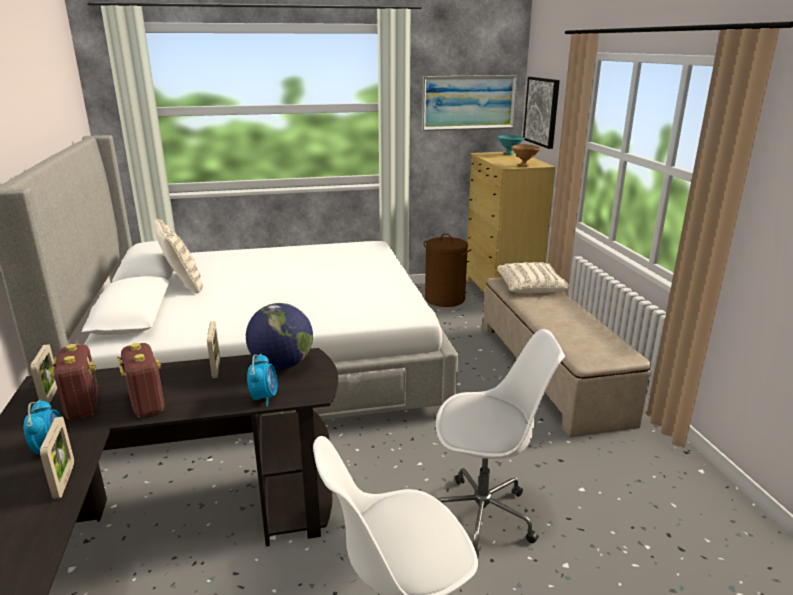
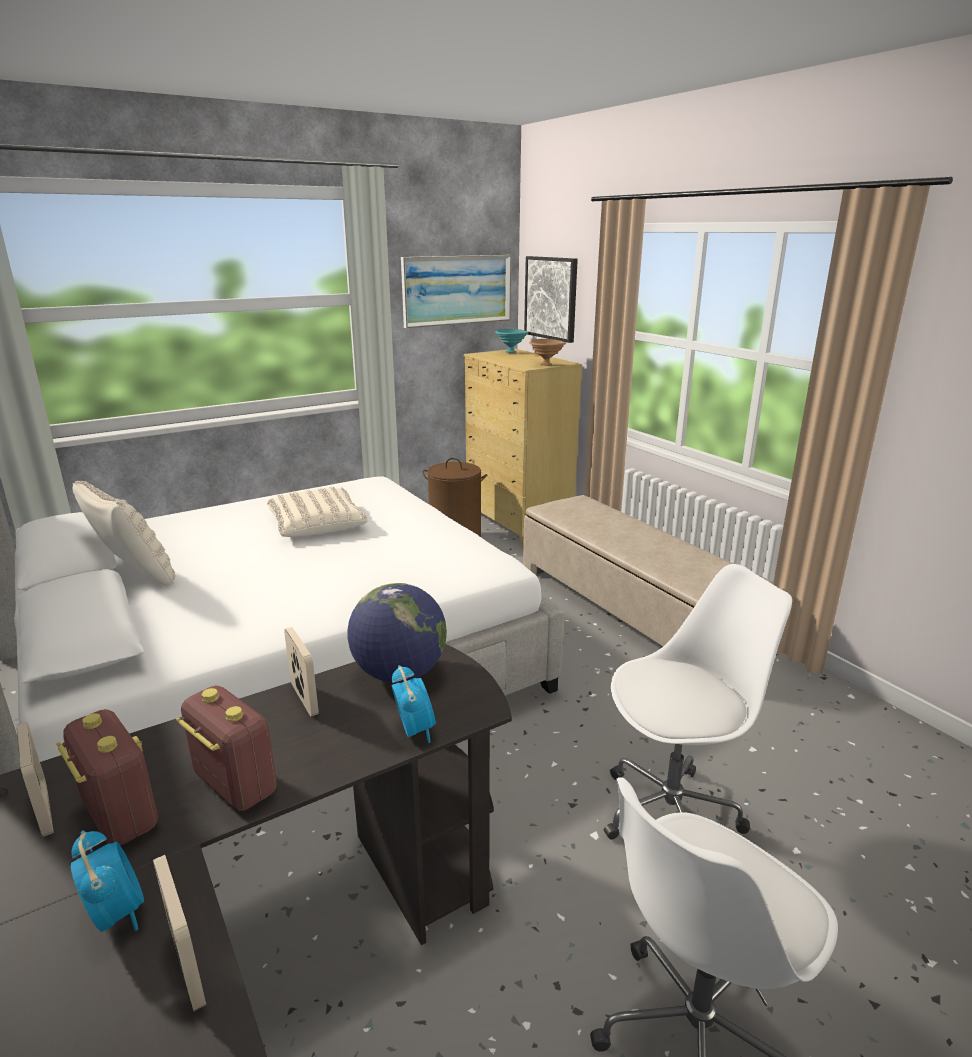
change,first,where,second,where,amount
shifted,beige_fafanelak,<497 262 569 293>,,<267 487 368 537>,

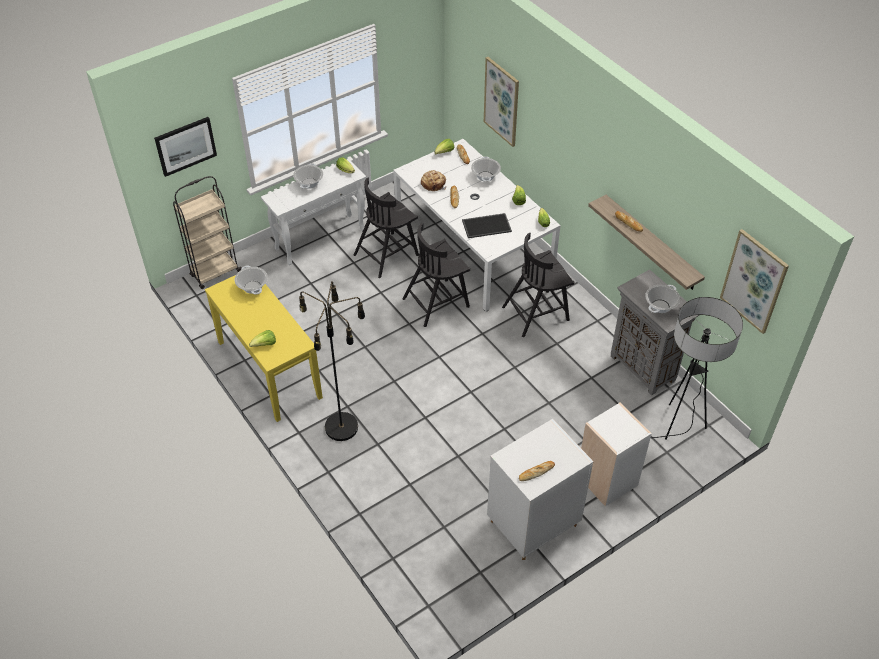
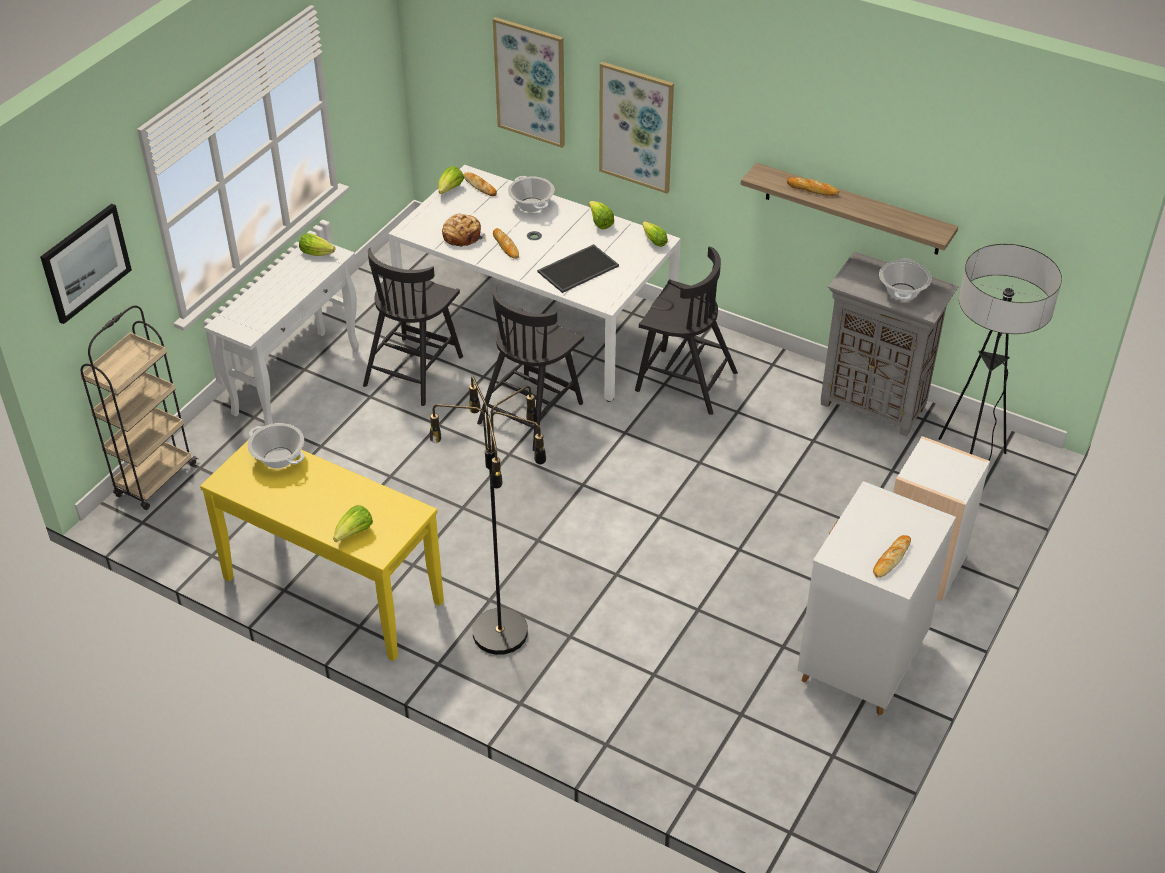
change,first,where,second,where,amount
gone,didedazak,<293 163 323 189>,,,
rotated,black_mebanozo,<502 233 574 337>,,<635 246 738 415>,105 degrees counterclockwise
shifted,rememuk,<720 229 789 334>,,<599 62 674 194>,

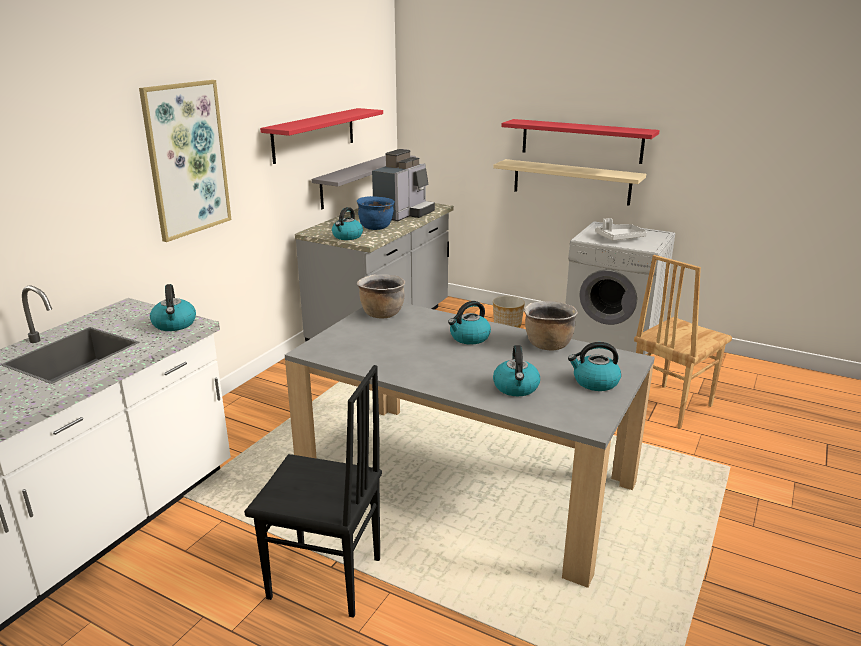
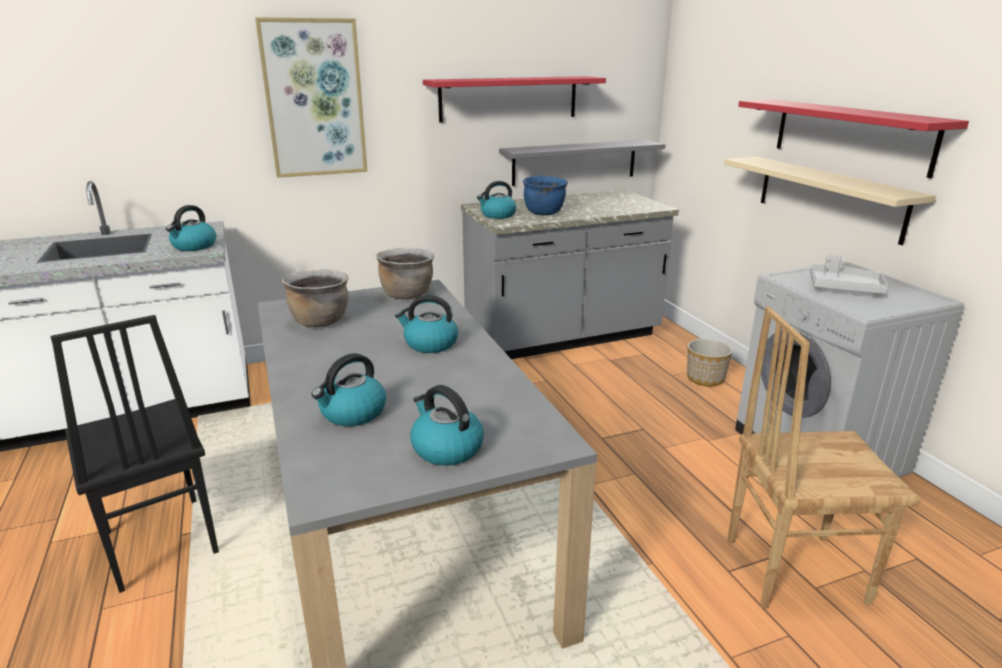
change,first,where,second,where,amount
gone,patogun,<372 149 435 221>,,,
shifted,brown_didedazak,<524 301 578 351>,,<282 269 348 327>,

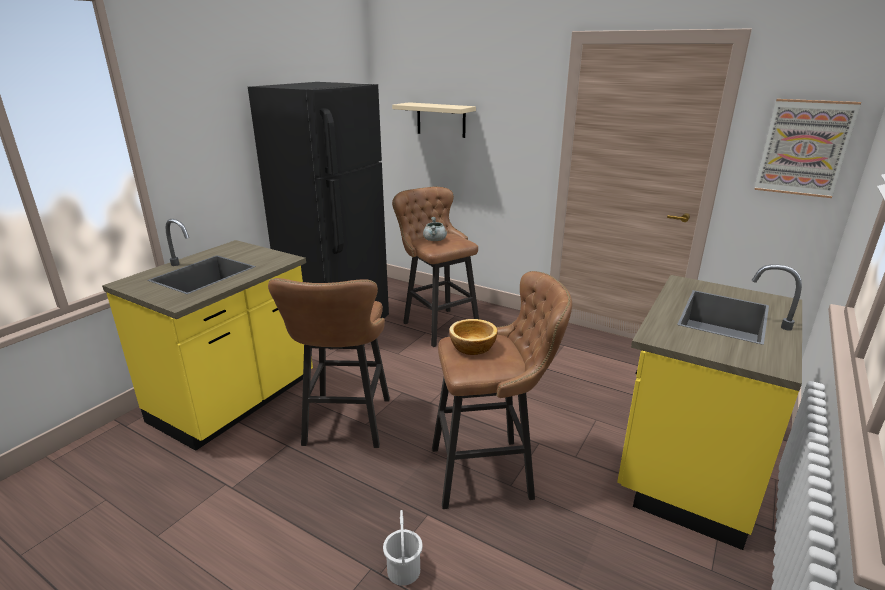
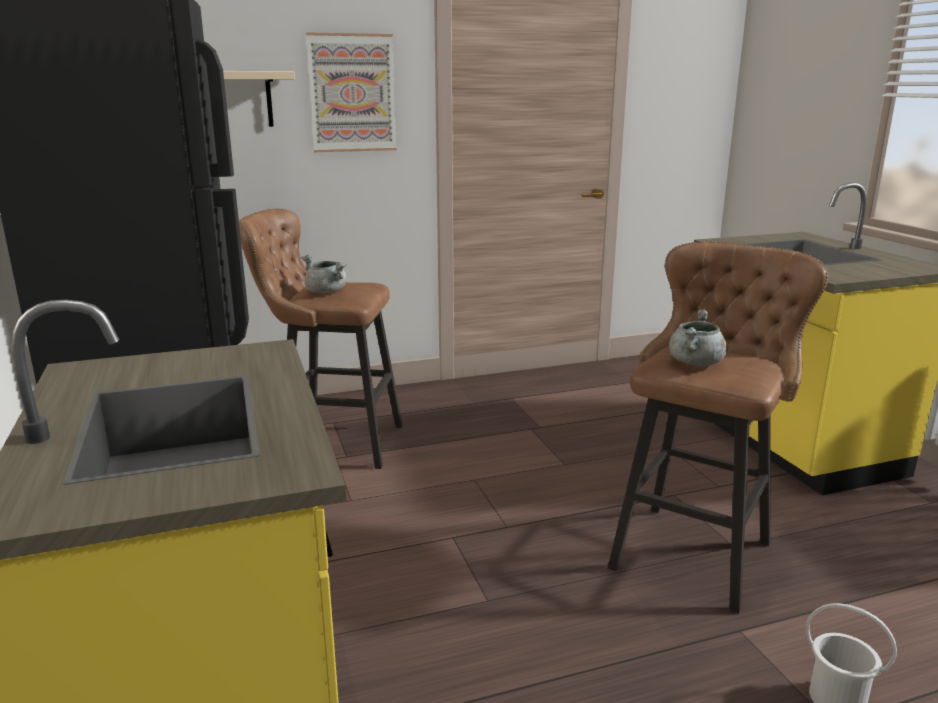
change,first,where,second,where,amount
gone,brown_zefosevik,<268 278 390 448>,,,
swapped,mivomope,<449 319 498 355>,grey_didedazak,<669 310 727 366>,
shifted,rememuk,<754 99 861 198>,,<306 32 397 152>,

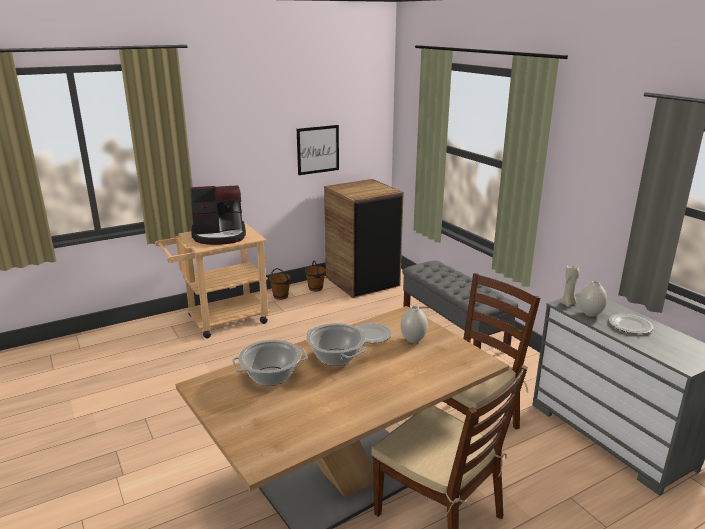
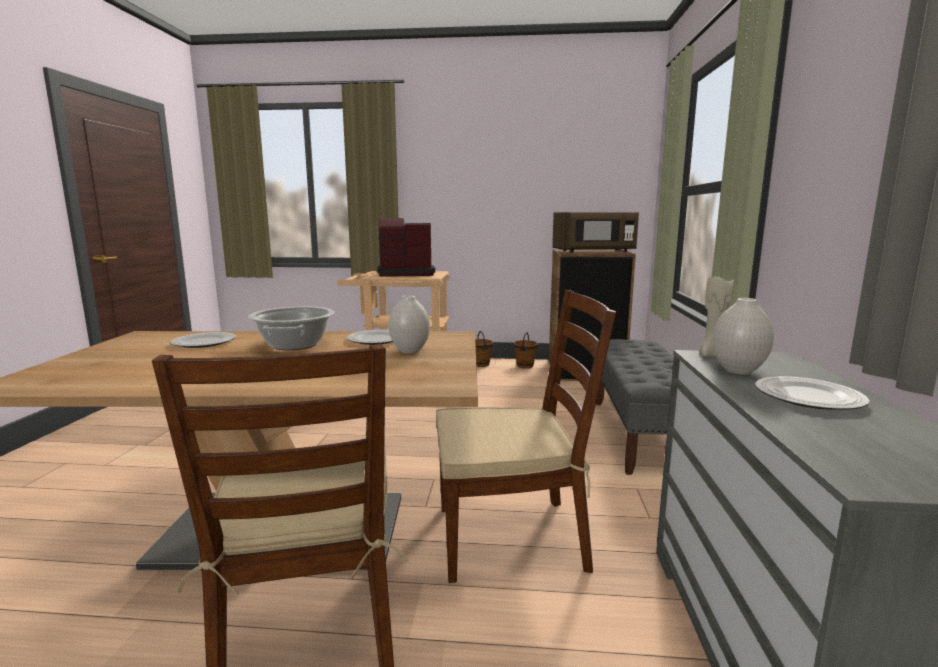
change,first,where,second,where,amount
rotated,patogun,<190 185 246 245>,,<377 218 435 277>,150 degrees clockwise
swapped,didedazak,<232 340 308 386>,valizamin,<170 332 236 348>,
gone,rememuk,<297 125 339 175>,,,
new,,,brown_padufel,<552 212 639 253>,

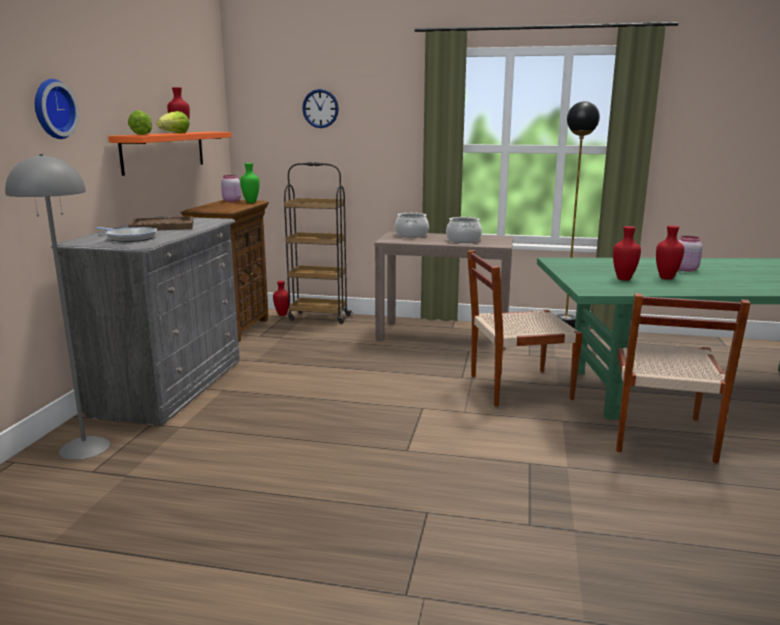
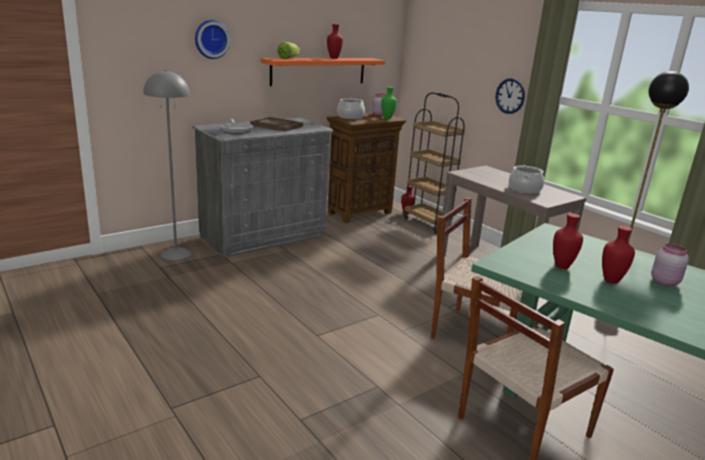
change,first,where,second,where,amount
gone,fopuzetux,<157 111 190 133>,,,
shifted,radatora,<302 89 339 128>,,<496 78 525 114>,
shifted,didedazak,<395 213 429 238>,,<337 98 365 119>,

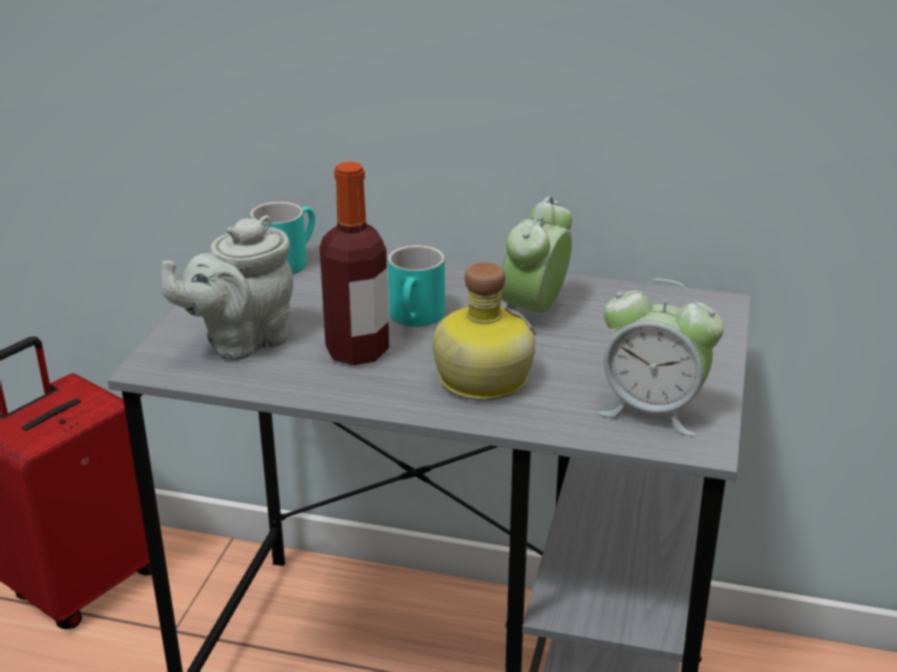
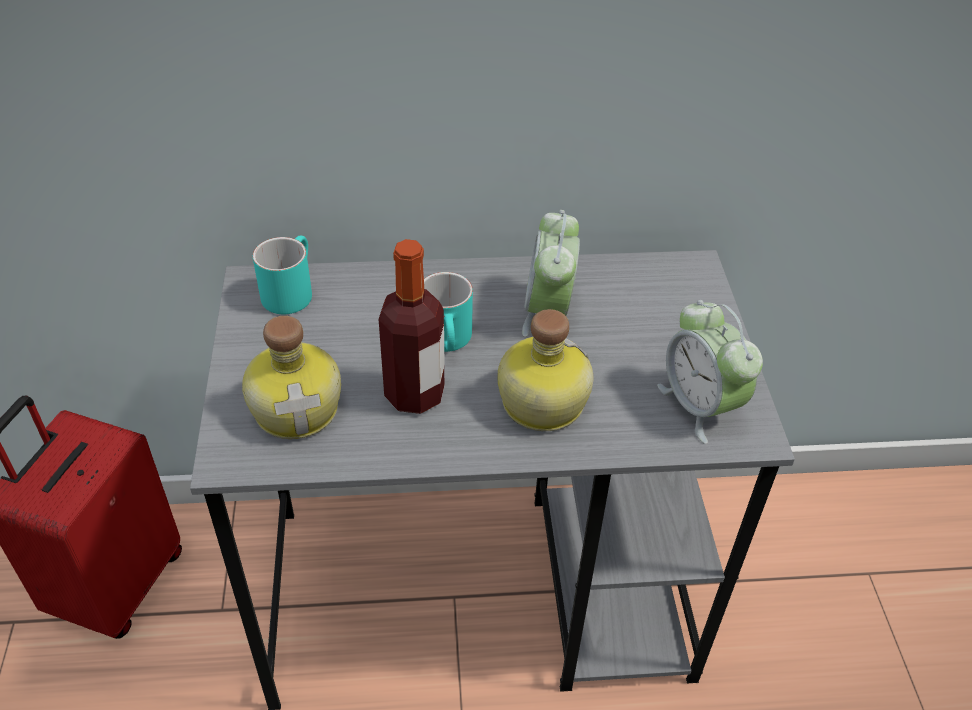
change,first,where,second,where,amount
swapped,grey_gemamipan,<160 215 293 360>,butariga,<242 316 341 439>,
rotated,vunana,<598 279 724 436>,,<657 300 763 444>,60 degrees clockwise

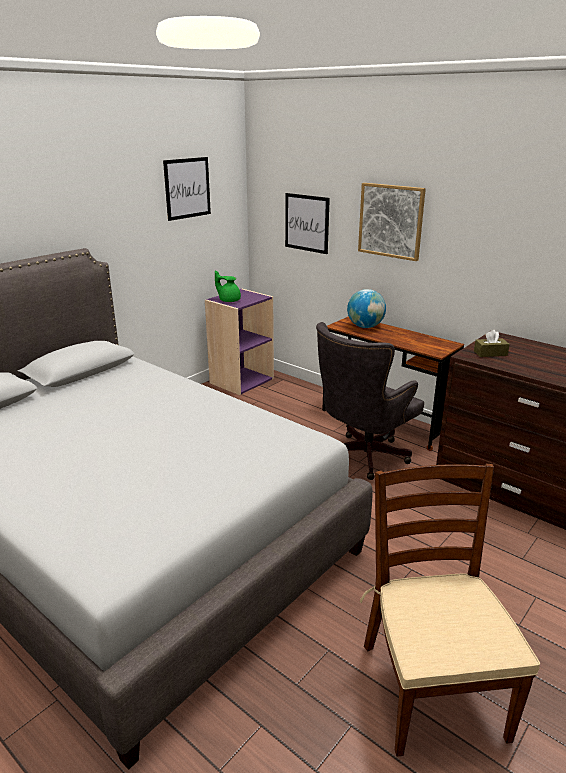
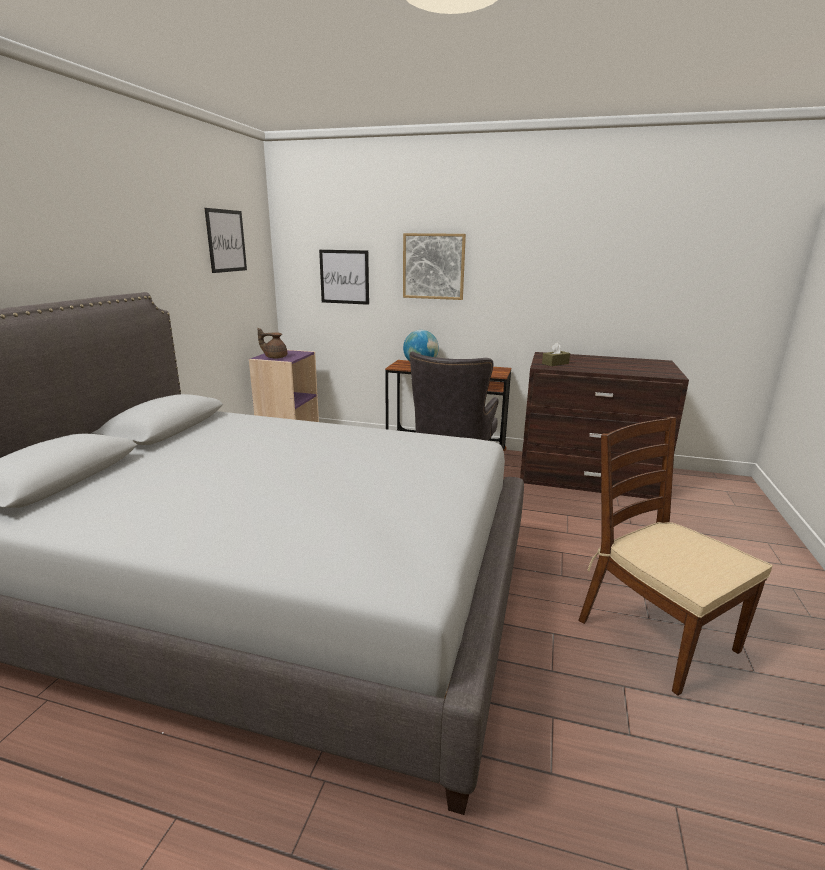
change,first,where,second,where,amount
repainted,green_gemamipan,<215 271 241 302>,brown_gemamipan,<257 328 287 358>,

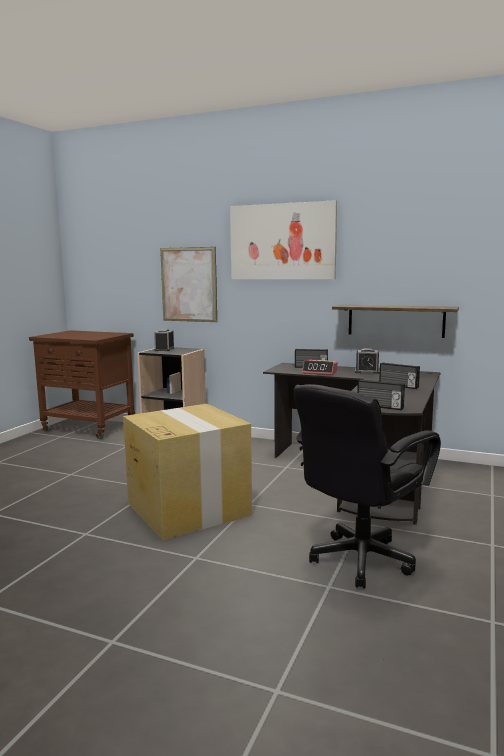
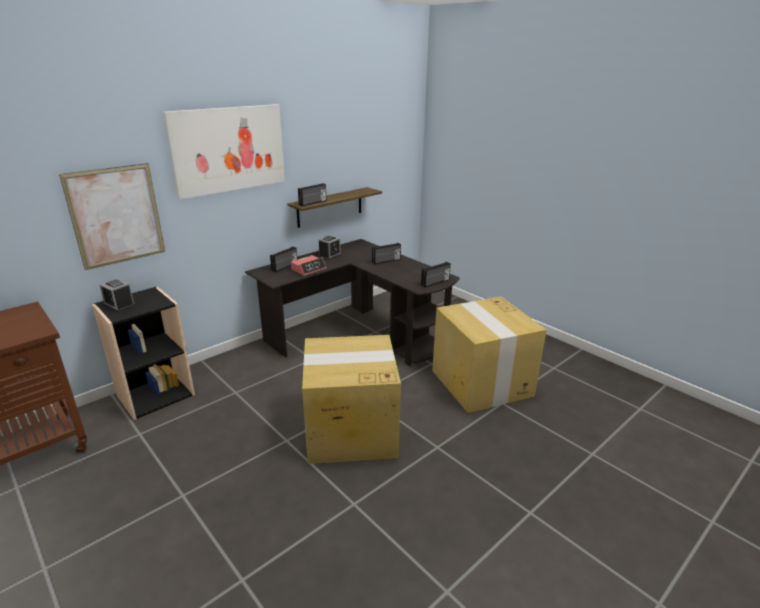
change,first,where,second,where,amount
swapped,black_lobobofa,<293 384 441 589>,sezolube,<432 297 546 413>,
new,,,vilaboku,<298 183 327 207>,

